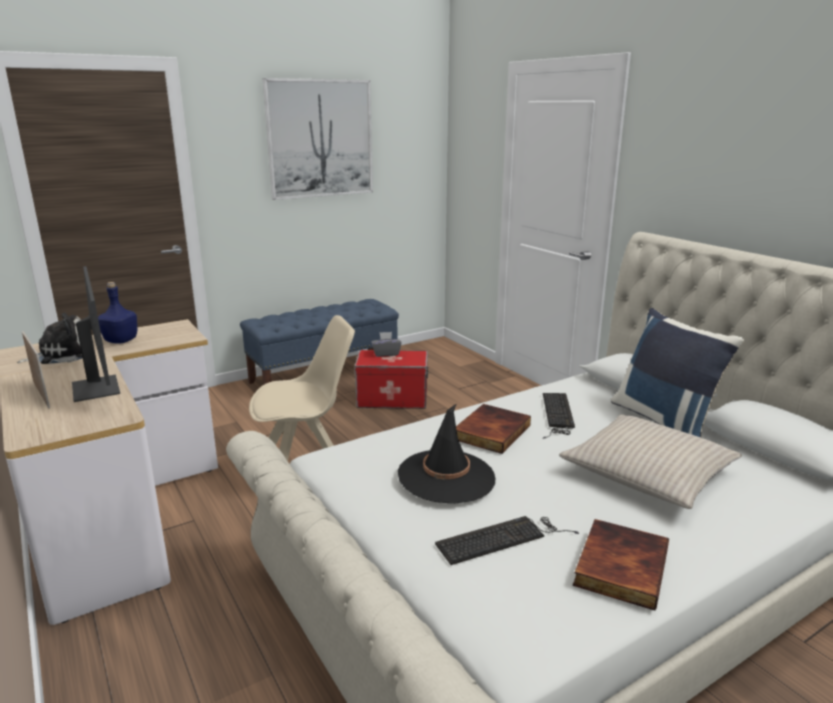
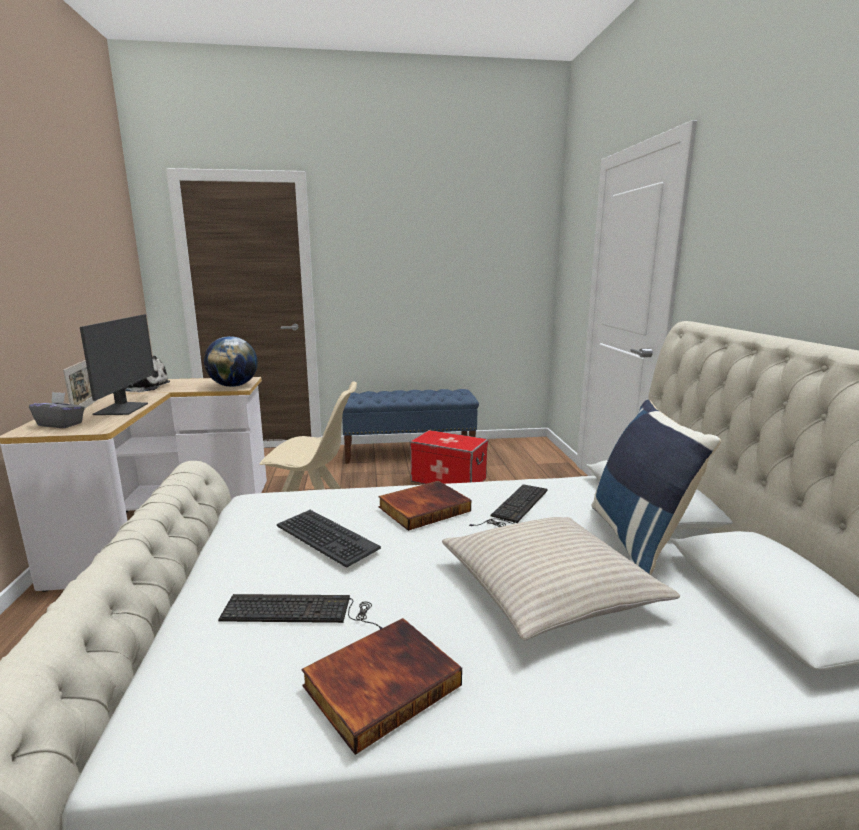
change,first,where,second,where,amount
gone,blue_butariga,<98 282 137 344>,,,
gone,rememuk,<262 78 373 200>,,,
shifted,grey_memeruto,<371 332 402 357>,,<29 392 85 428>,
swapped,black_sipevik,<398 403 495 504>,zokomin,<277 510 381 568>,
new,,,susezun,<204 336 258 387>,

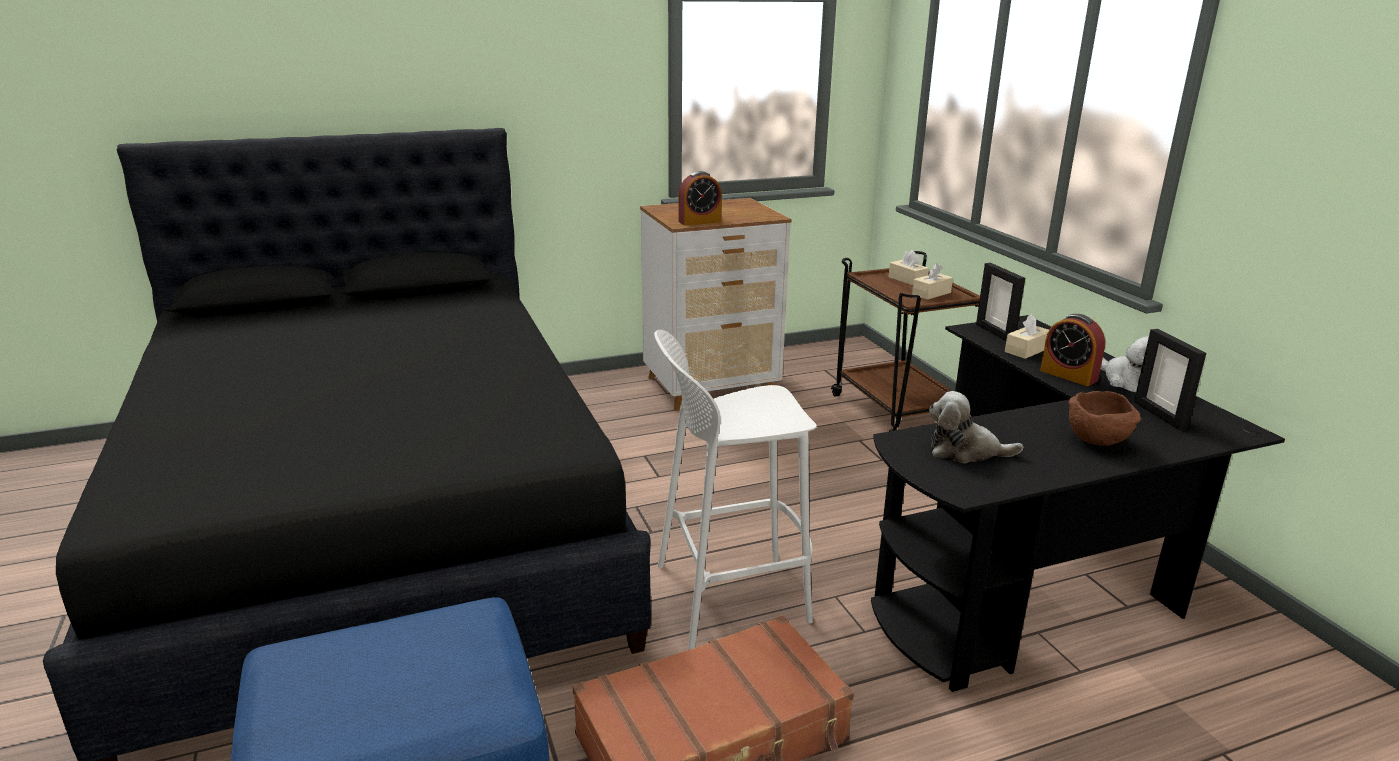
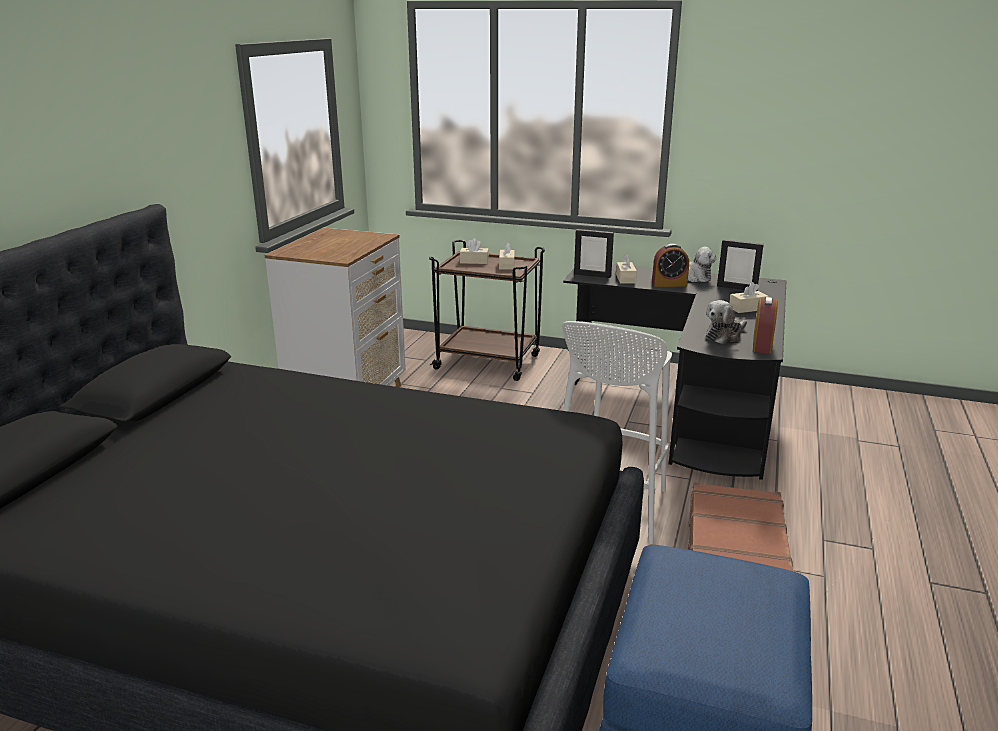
change,first,where,second,where,amount
shifted,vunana,<679 171 722 226>,,<753 297 778 354>,
swapped,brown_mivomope,<1069 391 1141 446>,beige_memeruto,<730 282 769 313>,

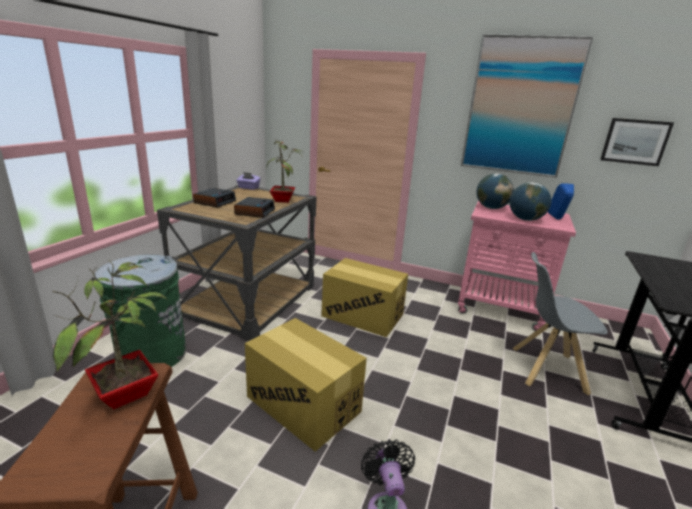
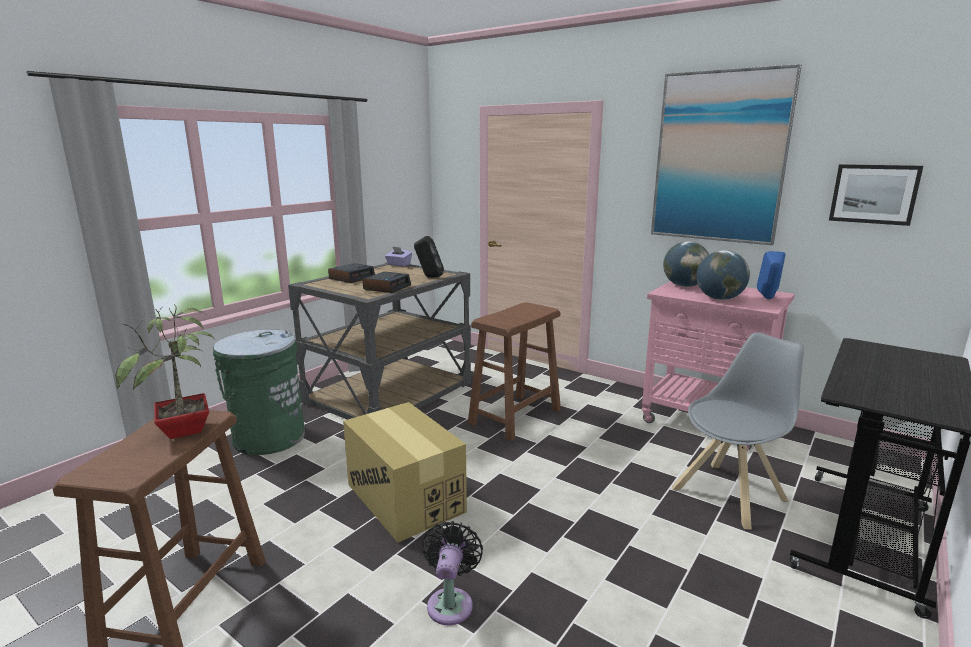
change,first,where,second,where,amount
swapped,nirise,<266 140 303 203>,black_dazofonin,<414 236 444 278>,
swapped,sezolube,<321 258 408 337>,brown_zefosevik,<468 302 561 441>,
rotated,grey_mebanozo,<512 252 608 396>,,<672 332 804 530>,120 degrees clockwise

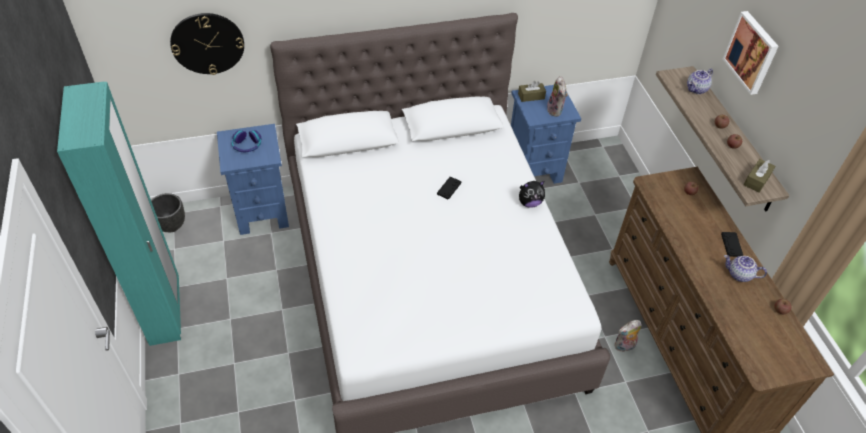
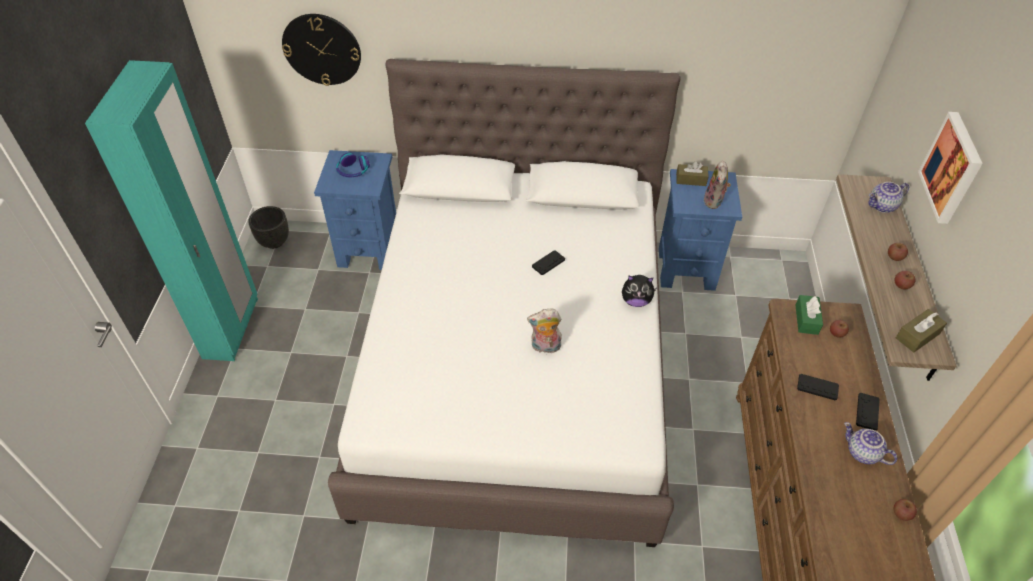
change,first,where,second,where,amount
shifted,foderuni,<614 320 641 352>,,<527 309 562 353>,
new,,,green_memeruto,<796 295 823 335>,
new,,,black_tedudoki,<797 374 839 401>,

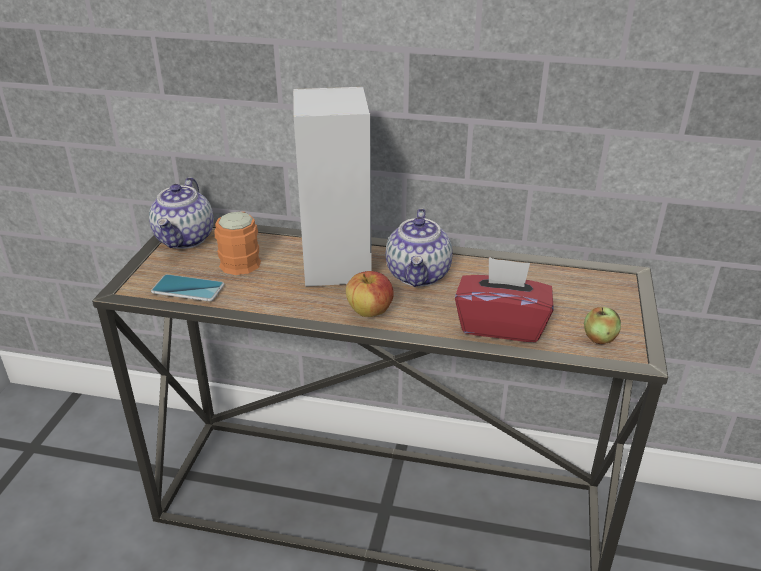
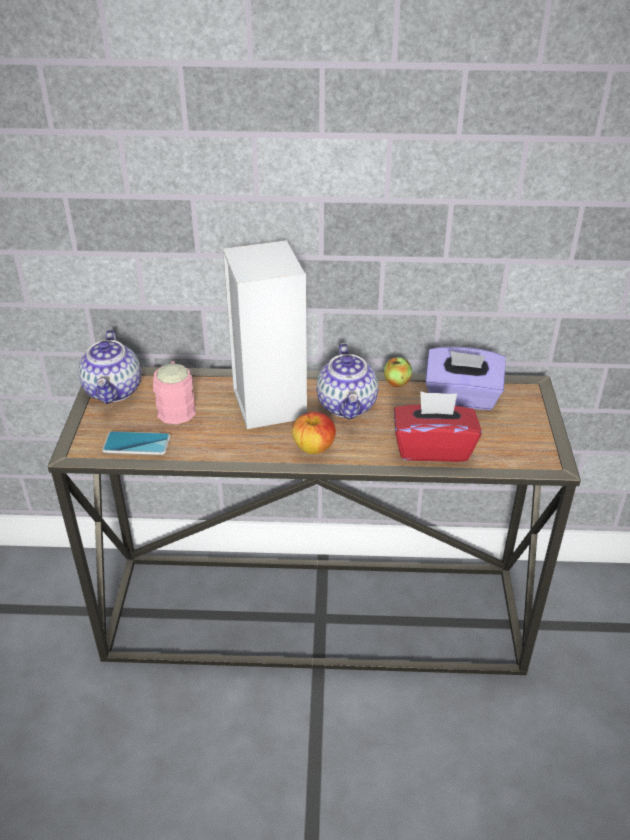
change,first,where,second,where,amount
repainted,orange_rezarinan,<214 212 261 275>,pink_rezarinan,<153 361 196 424>,
shifted,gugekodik,<584 307 621 344>,,<384 357 412 387>,
new,,,purple_memeruto,<425 347 506 410>,

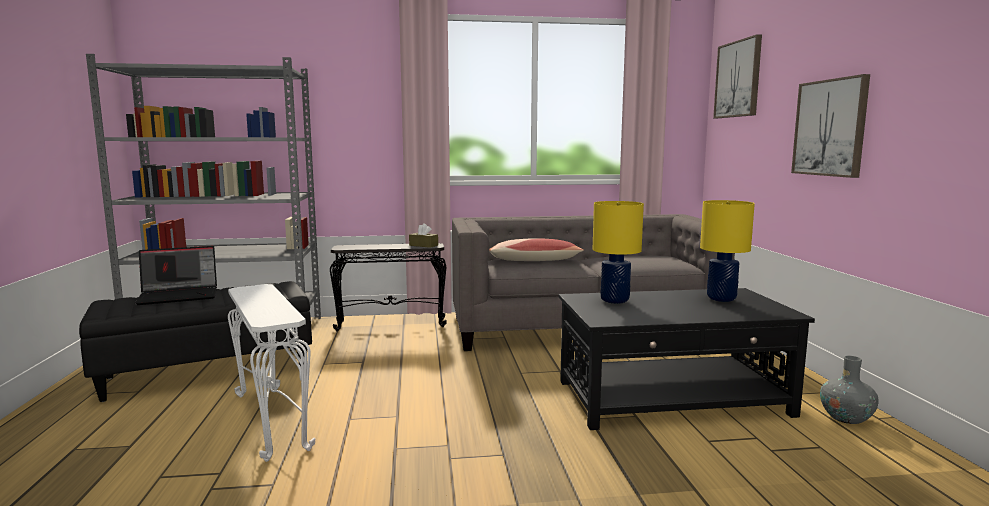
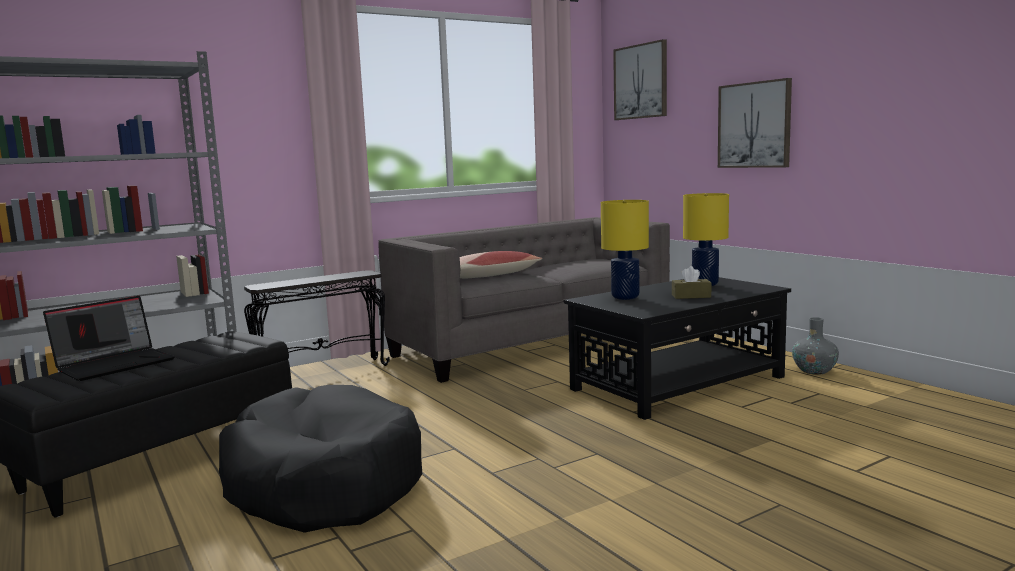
change,first,where,second,where,amount
swapped,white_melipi,<228 284 315 462>,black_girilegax,<219 385 422 533>,
shifted,brown_memeruto,<409 223 438 248>,,<672 266 711 299>,

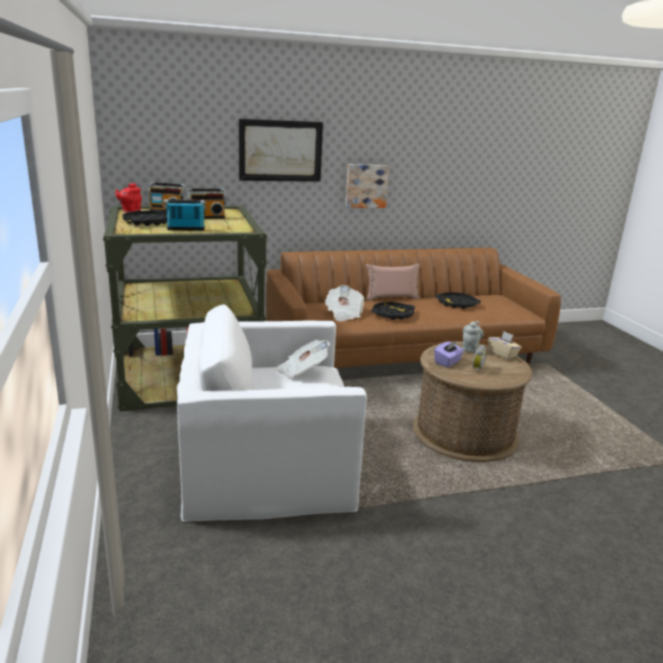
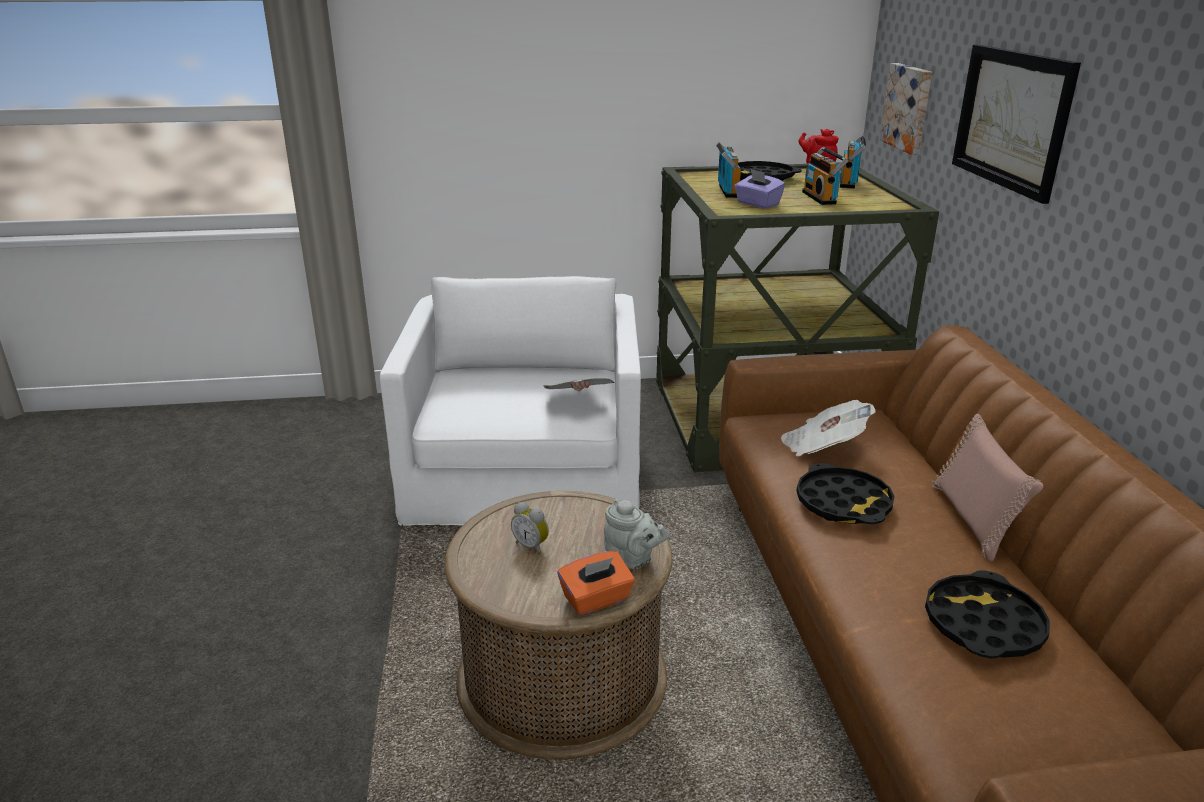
change,first,where,second,where,amount
shifted,rememuk,<345 164 389 208>,,<880 63 932 155>,
shifted,purple_memeruto,<434 341 464 368>,,<734 169 785 209>,
repainted,beige_memeruto,<488 331 521 359>,orange_memeruto,<558 551 635 615>,

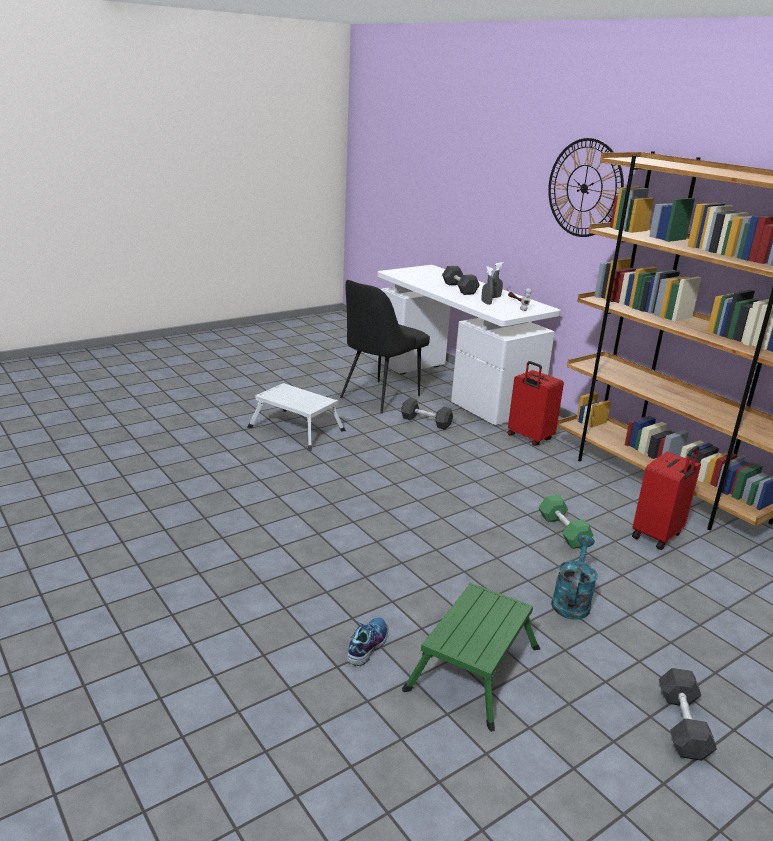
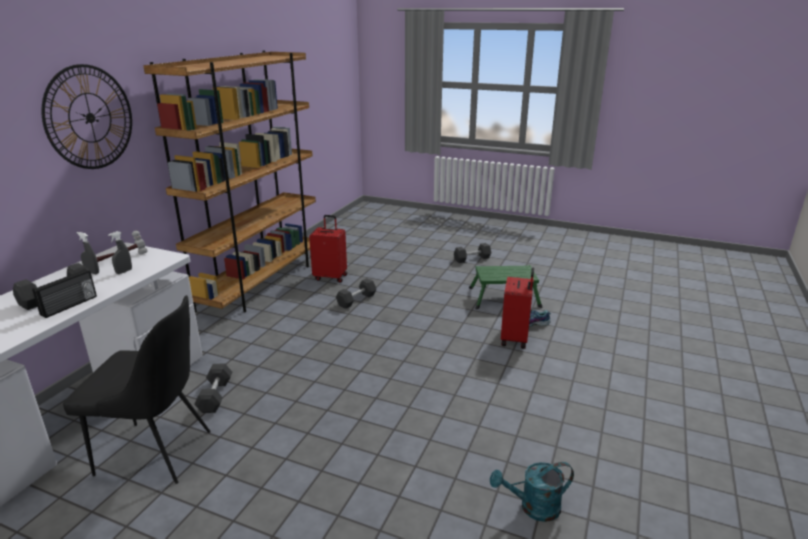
change,first,where,second,where,amount
gone,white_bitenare,<247 383 346 451>,,,
shifted,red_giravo,<507 361 564 446>,,<501 267 534 349>,
repainted,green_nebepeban,<538 495 594 549>,grey_nebepeban,<336 278 377 309>,
shifted,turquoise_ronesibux,<551 535 598 620>,,<490 462 574 522>,
new,,,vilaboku,<32 269 97 318>,

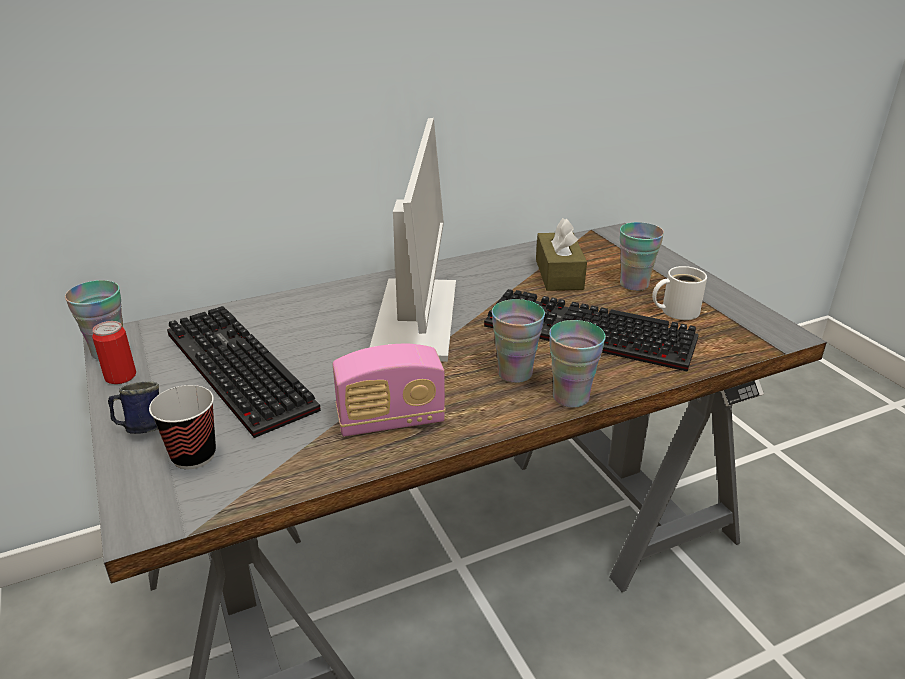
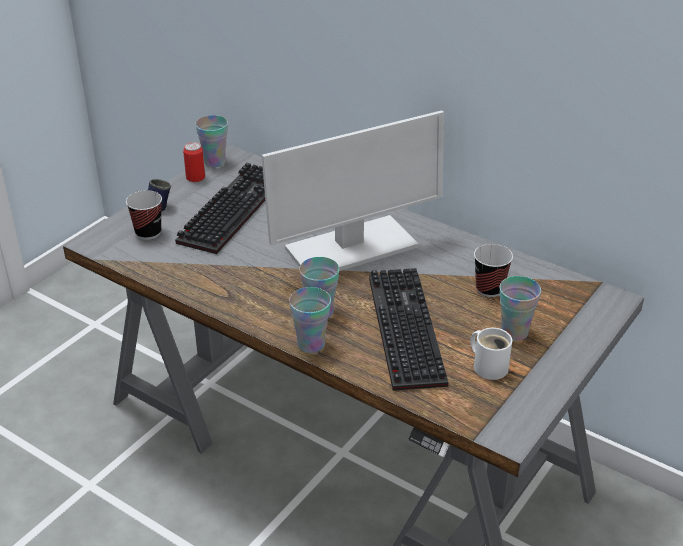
change,first,where,second,where,amount
gone,vilaboku,<333 344 445 437>,,,
swapped,brown_memeruto,<536 218 587 291>,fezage,<474 244 513 297>,

